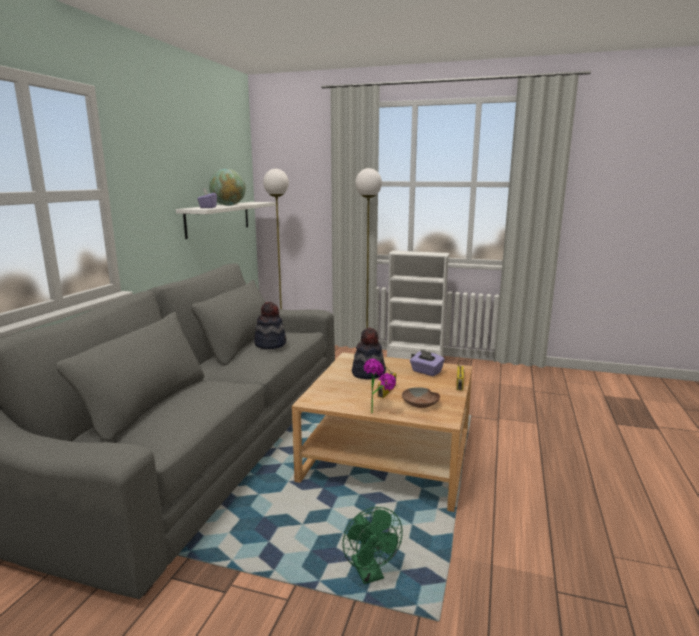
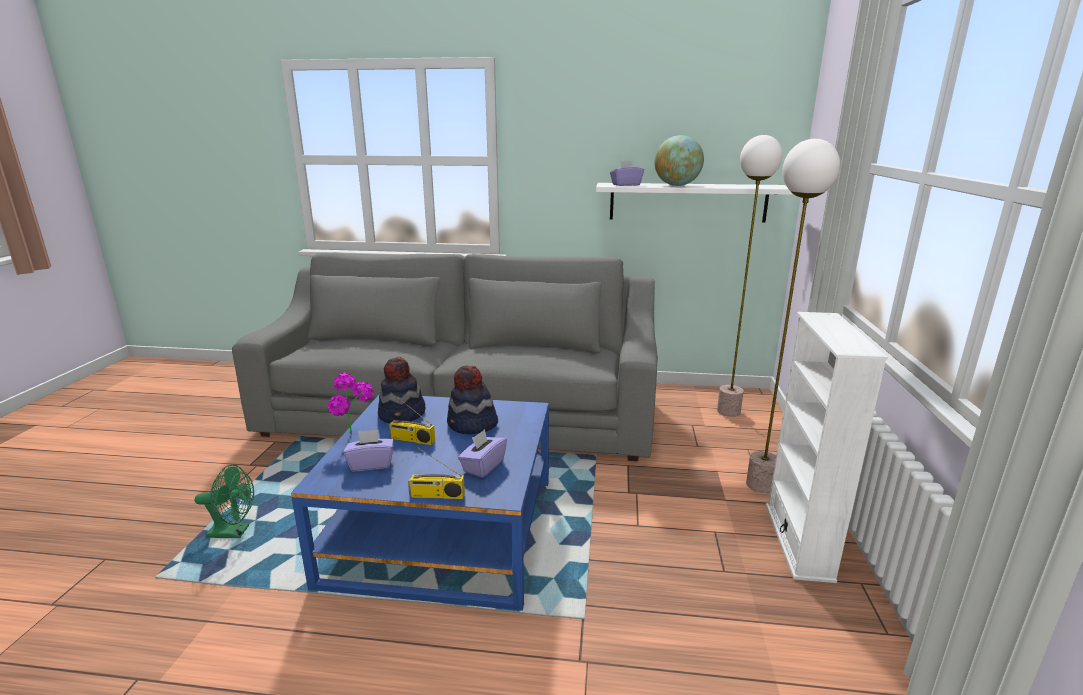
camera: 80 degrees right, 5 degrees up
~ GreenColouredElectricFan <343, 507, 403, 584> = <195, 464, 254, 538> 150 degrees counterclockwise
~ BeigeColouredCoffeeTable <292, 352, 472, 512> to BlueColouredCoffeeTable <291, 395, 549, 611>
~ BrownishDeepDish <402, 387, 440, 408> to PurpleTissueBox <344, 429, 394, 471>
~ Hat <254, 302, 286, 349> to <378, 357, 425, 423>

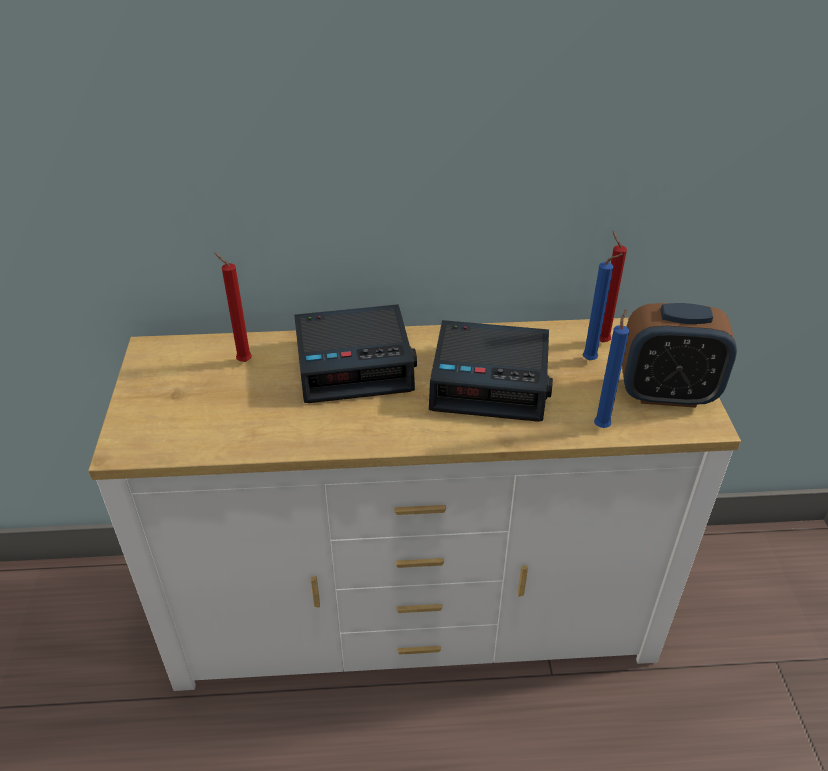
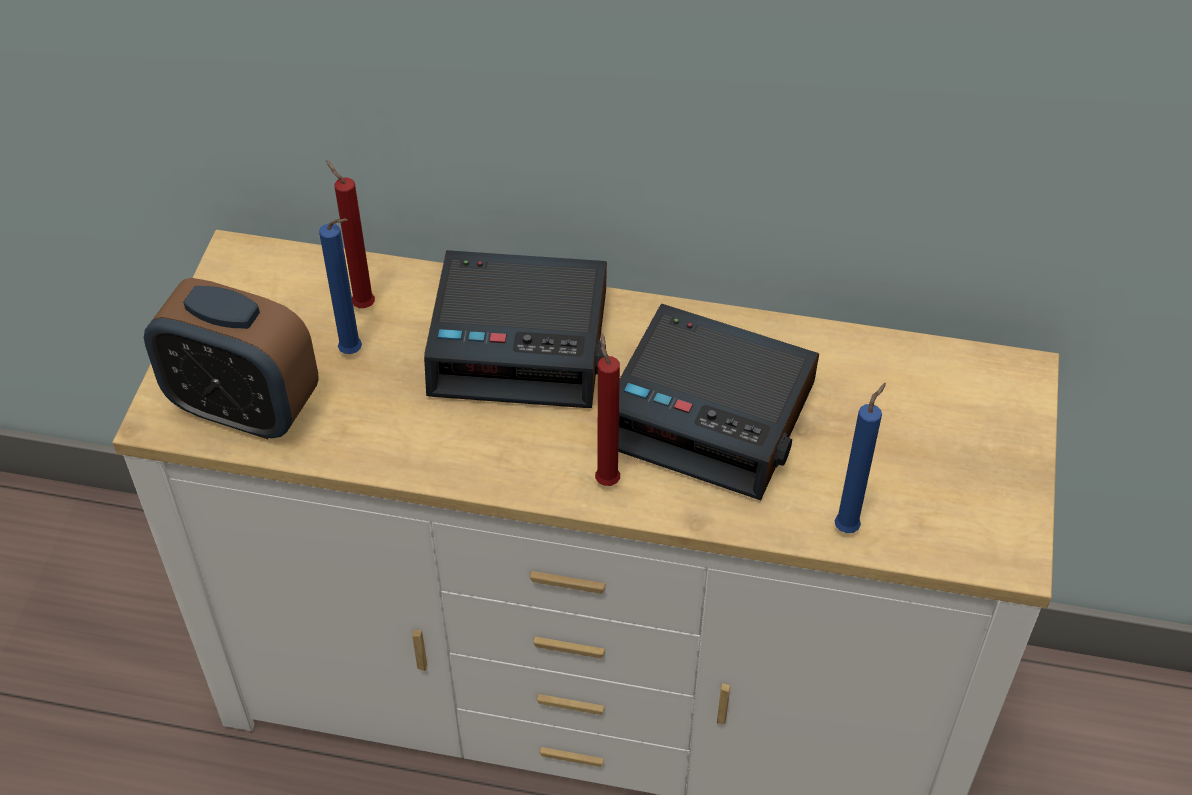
camera: 15 degrees right, 10 degrees up
~ BedsideClock <622, 303, 737, 408> to <144, 278, 319, 439>
~ BlueColouredWaxLight <582, 254, 623, 360> to <319, 218, 362, 354>
~ RedWaxLight <600, 231, 627, 343> to <595, 332, 620, 486>

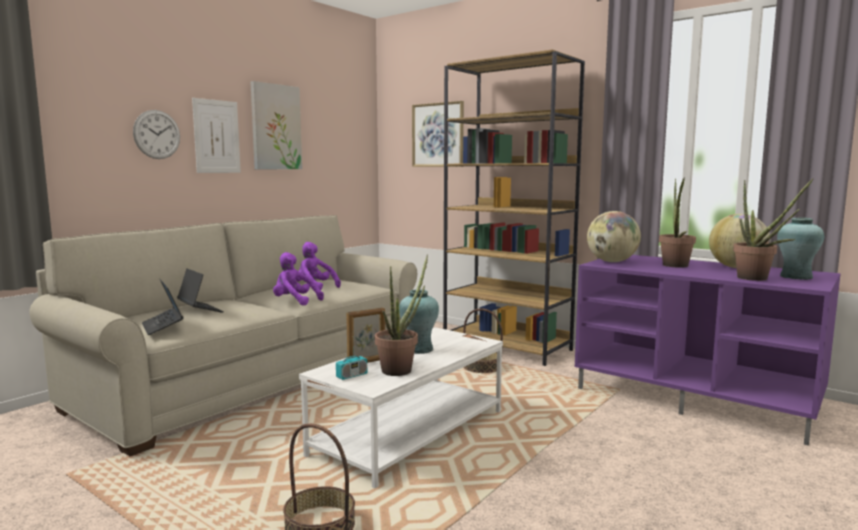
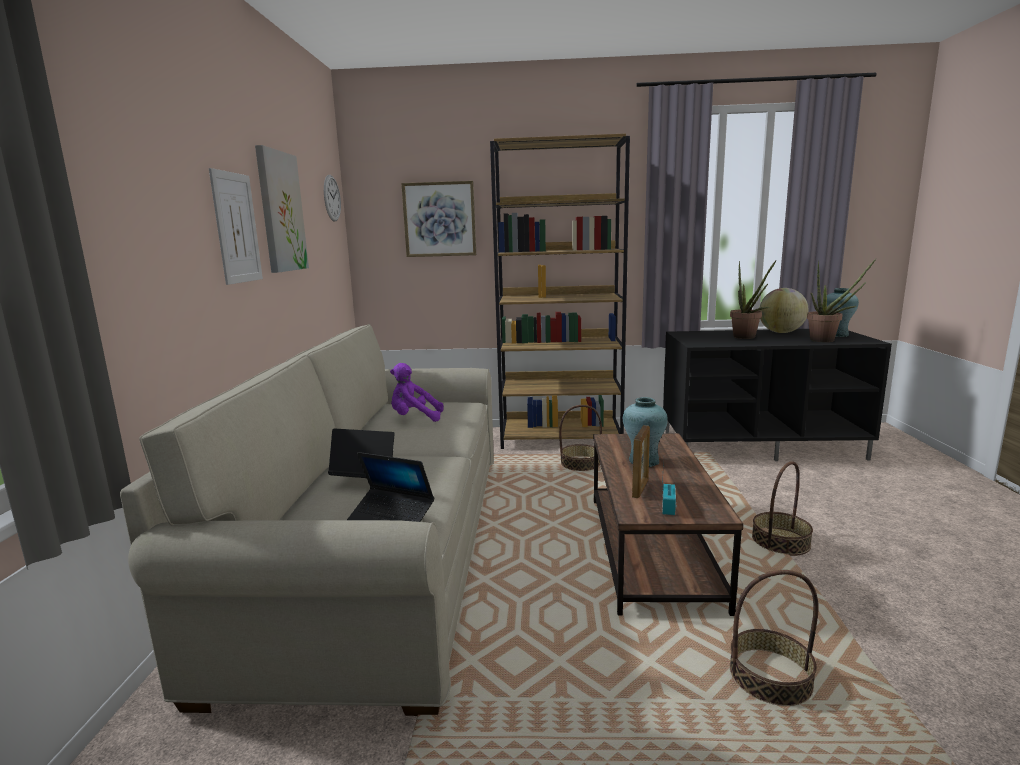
camera: 35 degrees left, 5 degrees up
~ ClockOnTheWall <133, 110, 180, 159> to <324, 175, 341, 222>
~ WhiteCoffeeTable <299, 327, 503, 489> to BrownishCoffeeTable <593, 433, 744, 616>
~ PurpleMediaConsole <575, 255, 841, 446> to BlackColouredMediaConsole <663, 329, 892, 461>
+ HouseholdBasket <752, 461, 813, 556>
- PurpleCuddlyToy <273, 252, 324, 305>
- PottedPlant <375, 255, 428, 376>
- Globe <587, 211, 641, 262>

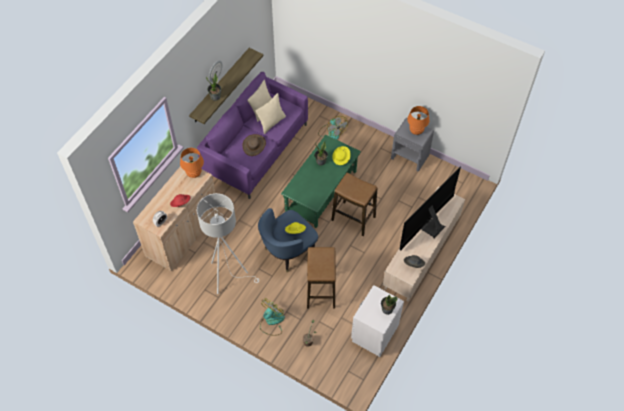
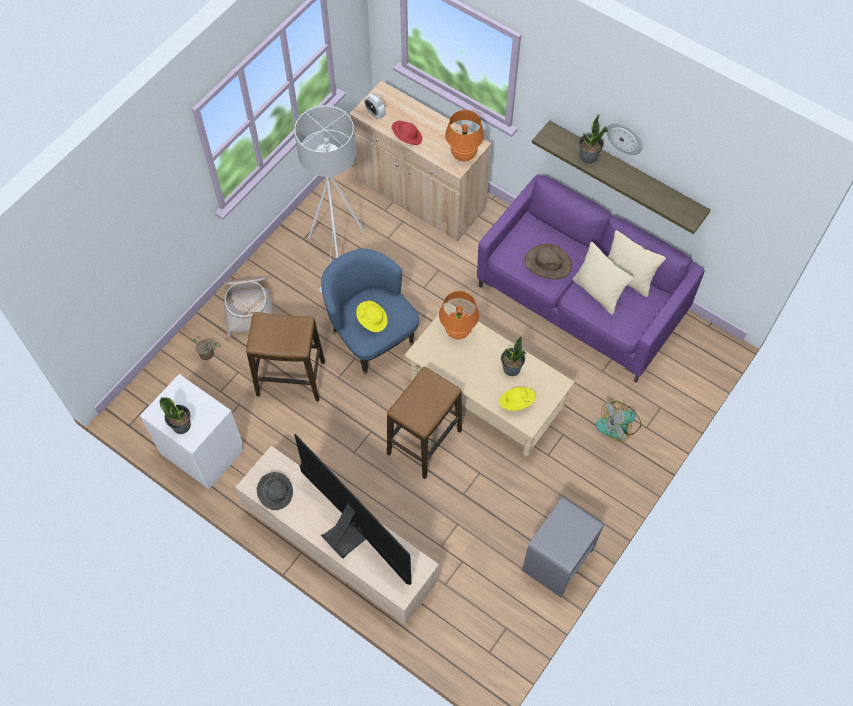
camera: 95 degrees right, 5 degrees up
~ ElectricFan <260, 298, 285, 336> to HouseholdBasket <223, 276, 273, 337>
~ GreenColouredCoffeeTable <281, 135, 361, 228> to BeigeColouredCoffeeTable <404, 303, 575, 457>
~ OrangeyTabletopLamp <407, 106, 429, 135> to <439, 291, 479, 339>

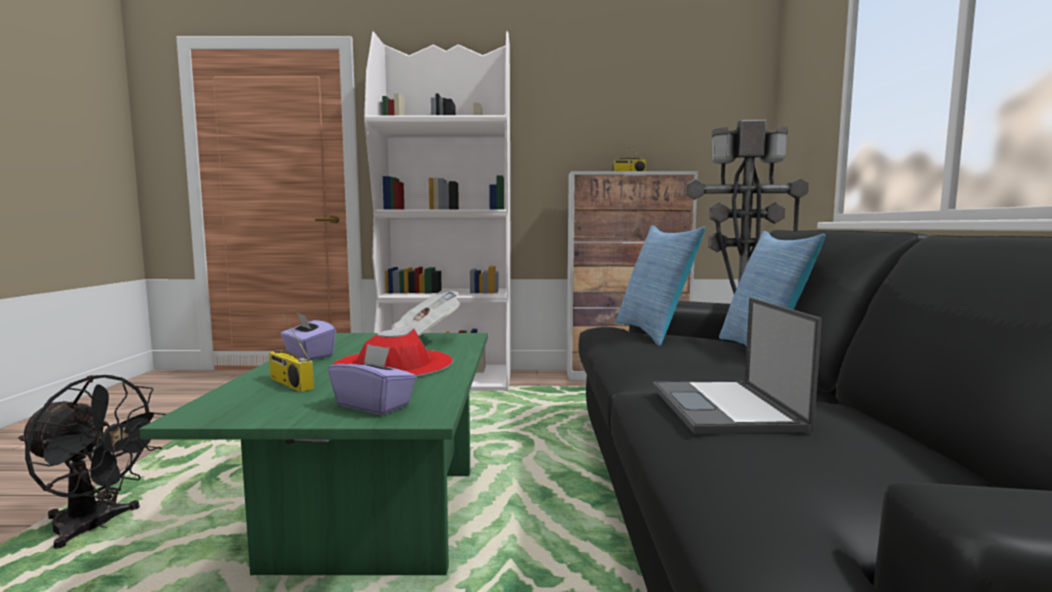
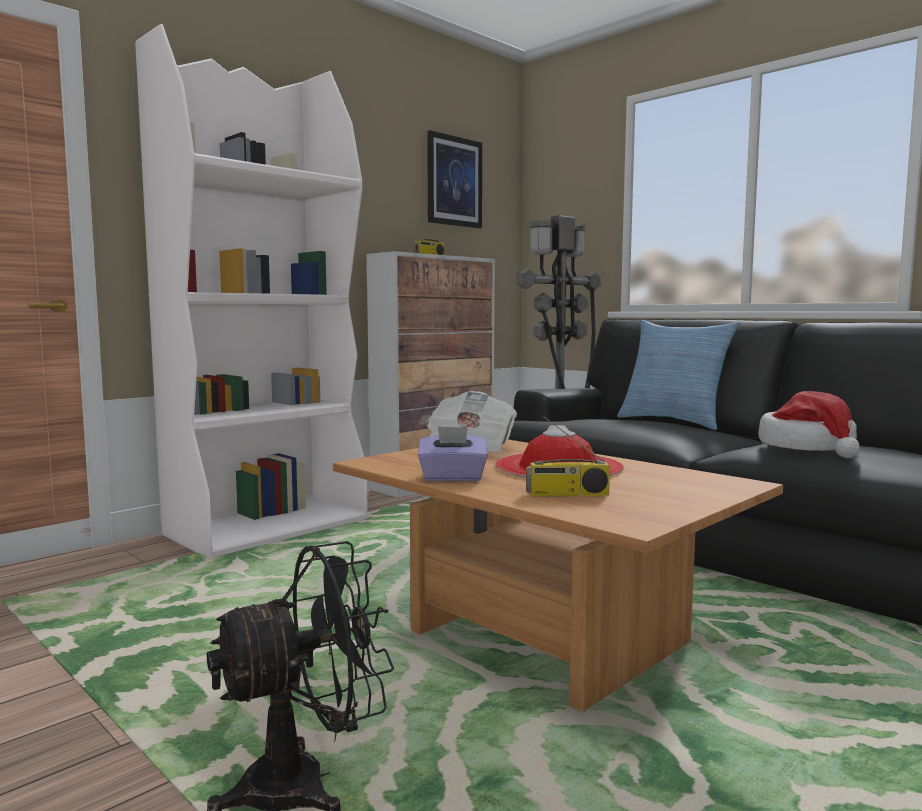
camera: 45 degrees left, 0 degrees up
~ GreenColouredCoffeeTable <139, 333, 488, 575> to BrownishCoffeeTable <333, 440, 783, 712>
+ WallArt <427, 130, 482, 228>
~ PortableComputer <653, 297, 822, 434> to Hat <759, 391, 860, 458>
- PurpleTissueBox <328, 344, 417, 415>
- Cushion <616, 225, 706, 346>

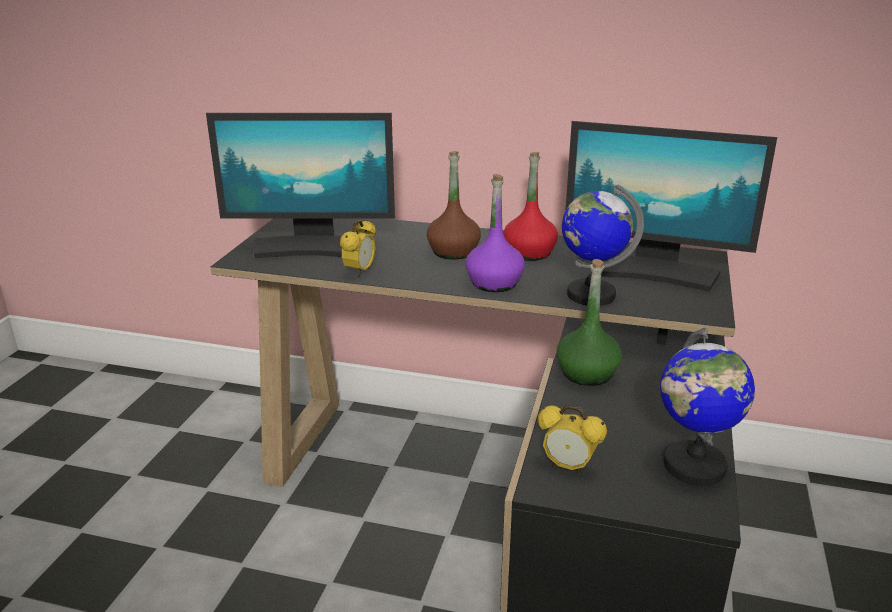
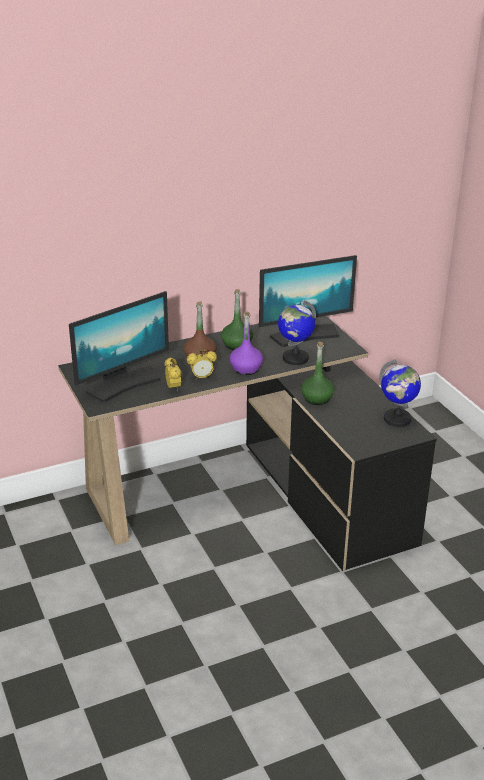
camera: 40 degrees left, 5 degrees up
~ BedsideClock <538, 404, 607, 475> to <187, 349, 217, 380>
~ RedBeverageBottle <503, 152, 558, 261> to GreenColouredBeverageBottle <221, 289, 253, 350>

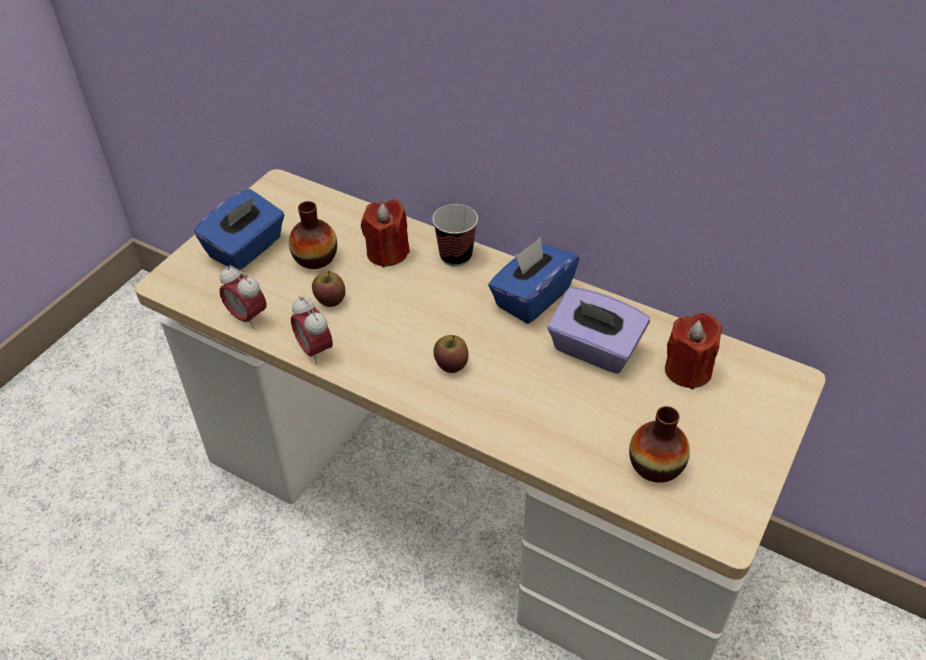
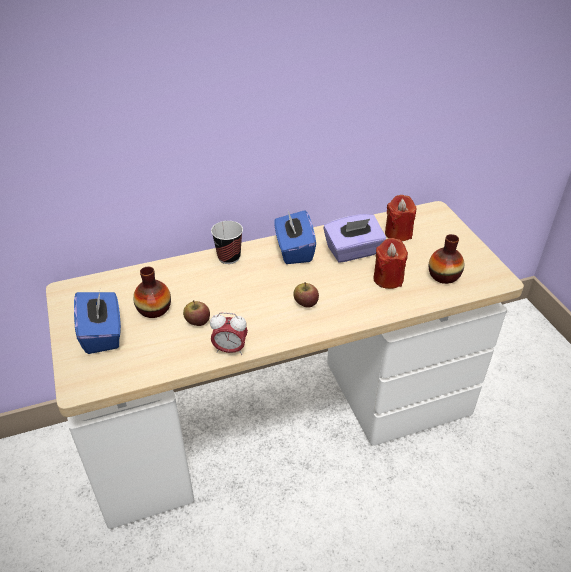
camera: 50 degrees left, 5 degrees down
~ RedWaxLight <361, 199, 410, 268> to <373, 238, 408, 289>
- BedsideClock <219, 265, 266, 329>

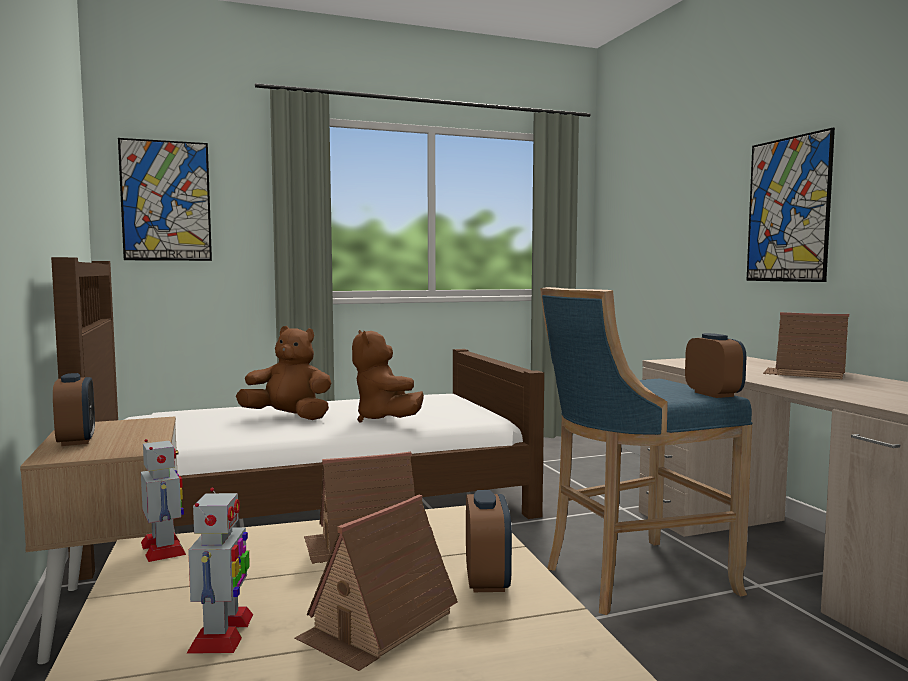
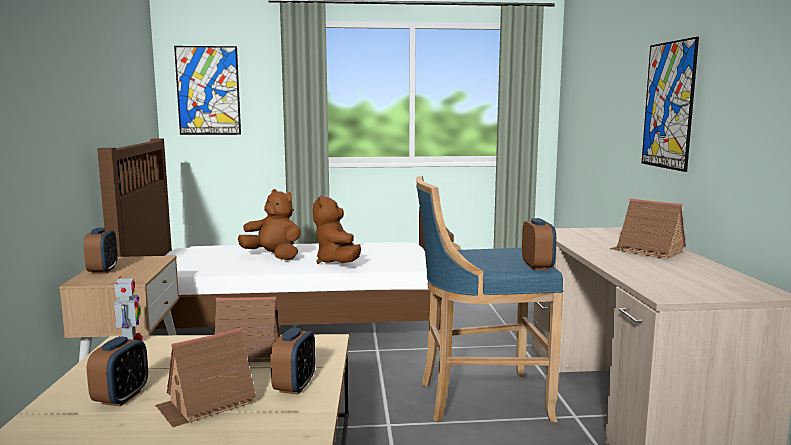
camera: 15 degrees right, 5 degrees up
~ ModelRobot <186, 488, 253, 654> to BedsideClock <87, 336, 148, 406>

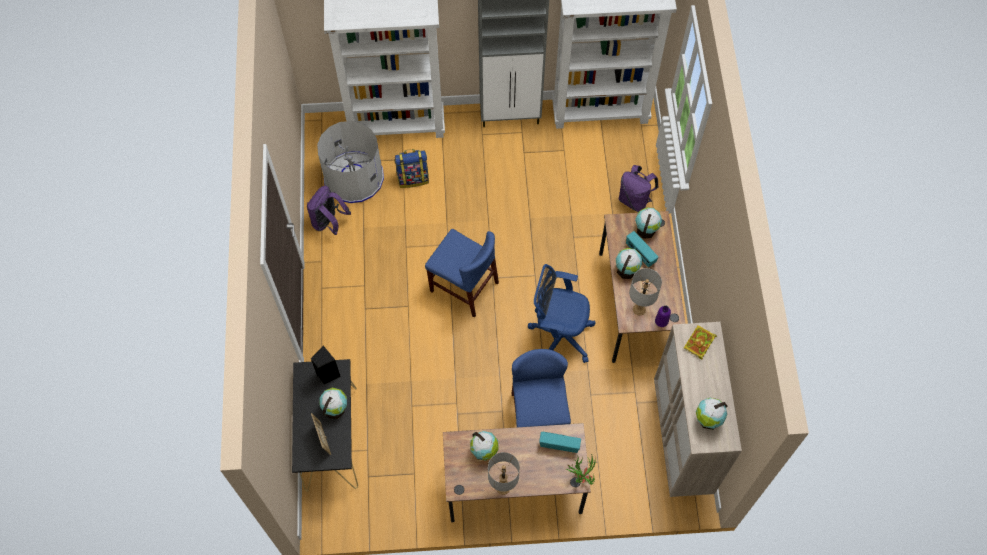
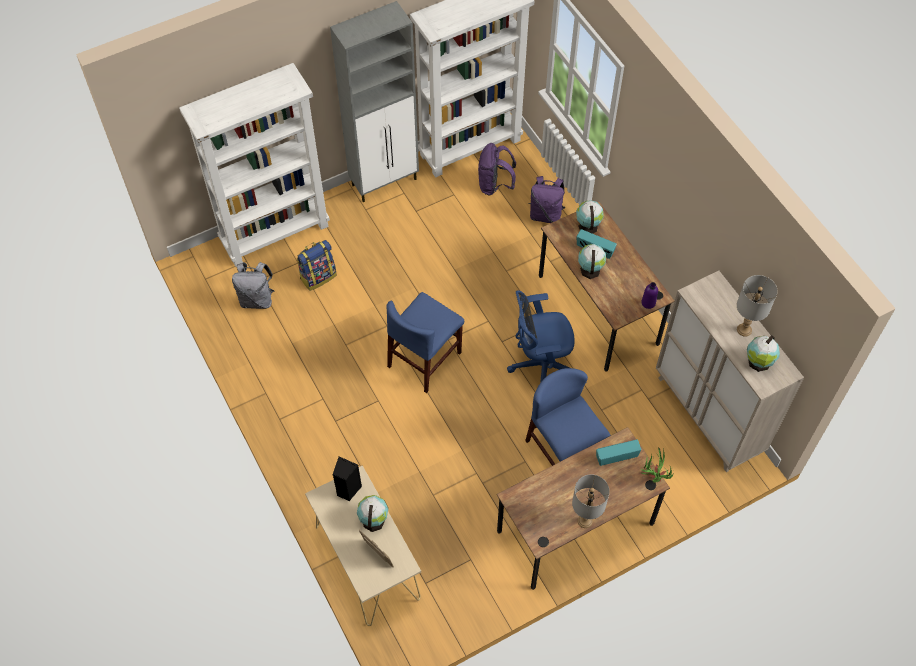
camera: 25 degrees left, 5 degrees down
~ GreyishTrashCan <317, 121, 384, 203> to GreyishRucksack <232, 262, 275, 309>
~ BlackColouredNarrowTable <292, 359, 358, 492> to BeigeColouredNarrowTable <305, 465, 421, 626>
~ BlueColouredChair <425, 229, 499, 318> = <386, 292, 464, 393> 120 degrees clockwise
~ PurpleRucksack <307, 186, 351, 235> to <478, 143, 516, 195>
~ GreyishTabletopLamp <629, 268, 662, 316> to <737, 275, 777, 337>
- Globe <470, 431, 499, 461>
- Book <683, 326, 717, 360>

